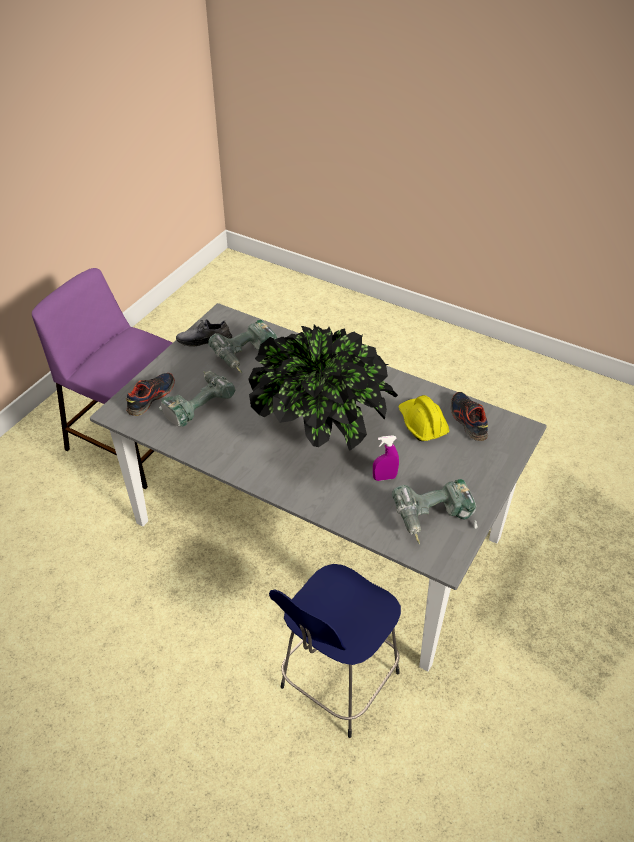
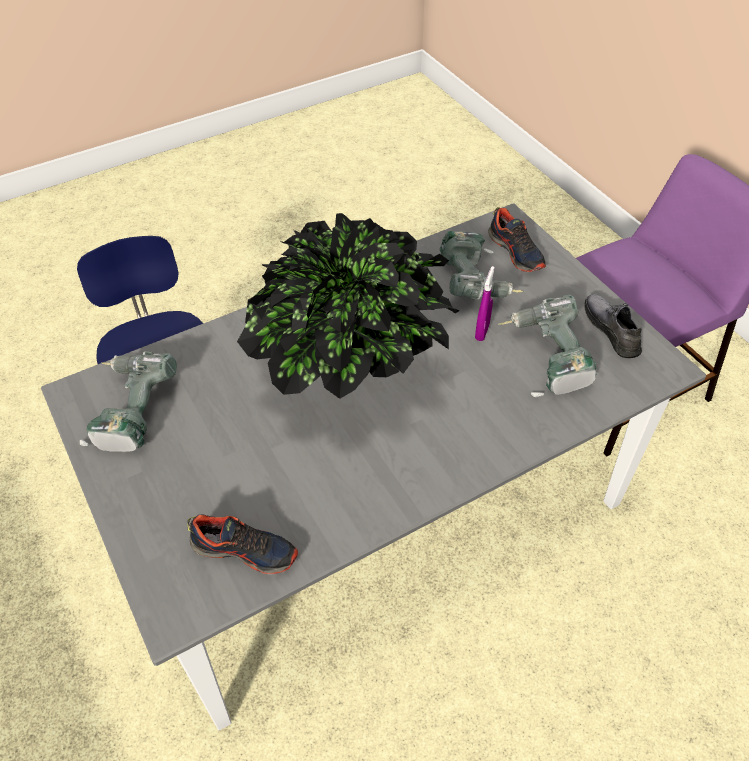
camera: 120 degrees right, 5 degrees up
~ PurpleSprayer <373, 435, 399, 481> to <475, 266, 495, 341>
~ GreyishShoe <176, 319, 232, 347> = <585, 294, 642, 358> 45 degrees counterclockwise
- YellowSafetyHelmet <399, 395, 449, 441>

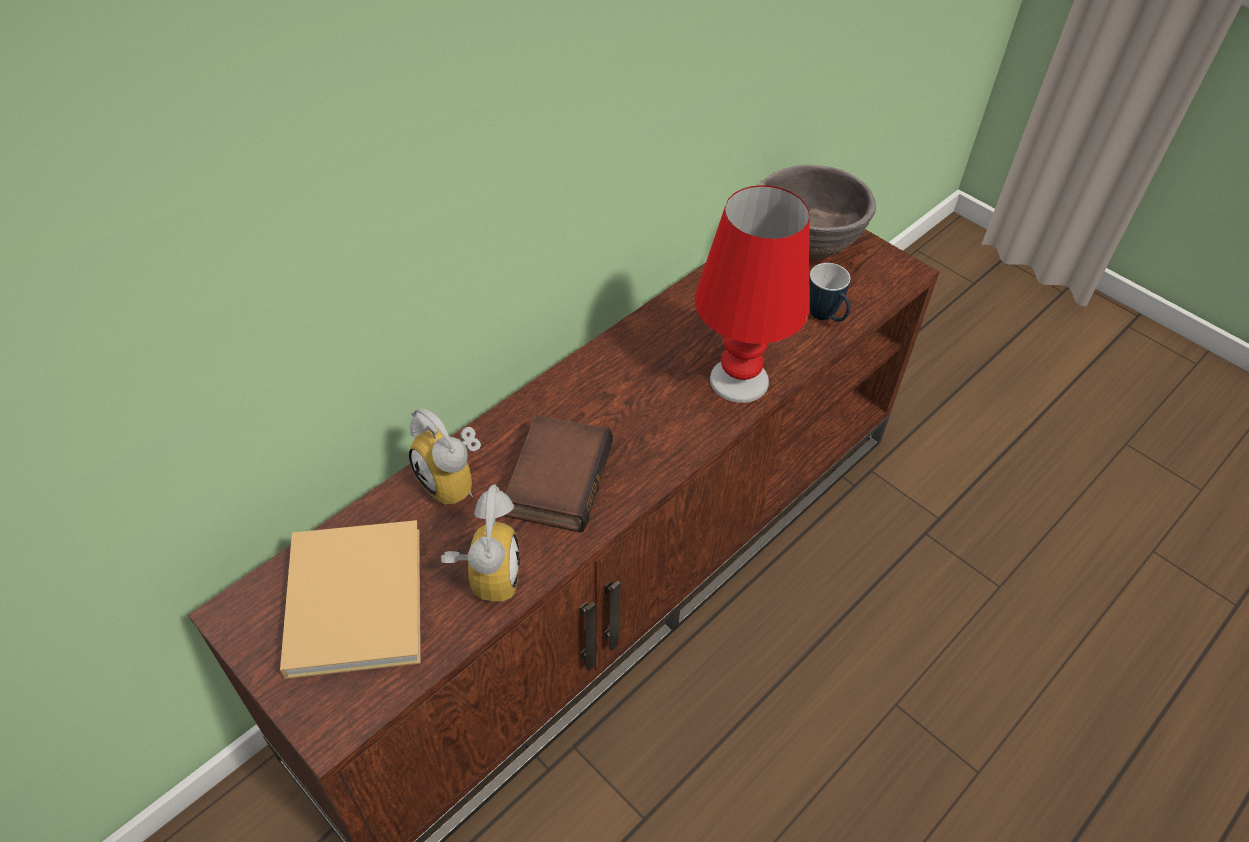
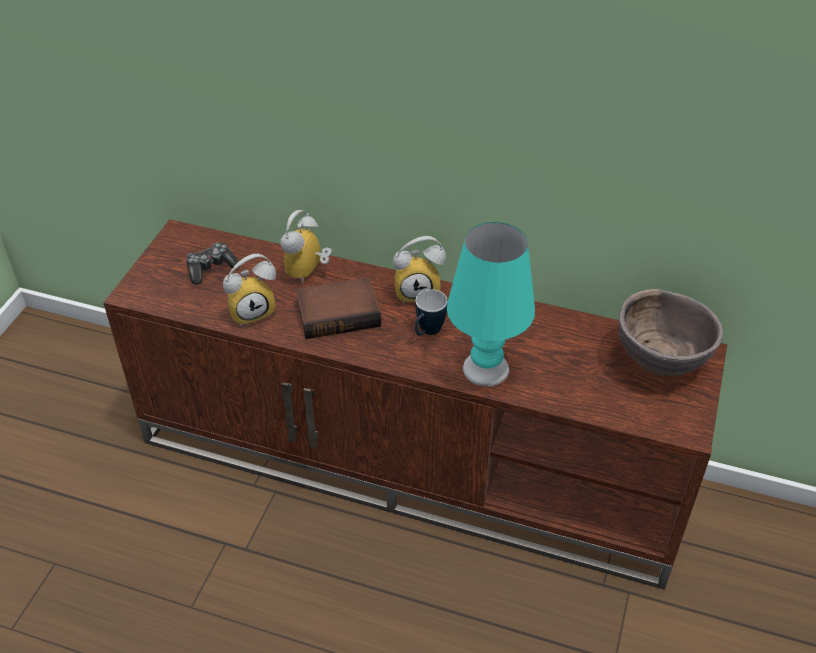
camera: 65 degrees right, 5 degrees down
~ BeigeColouredBook <280, 520, 421, 679> to Gamepad <186, 243, 239, 285>
+ BedsideClock <393, 236, 446, 304>
~ Mug <810, 263, 850, 322> to <415, 289, 448, 335>
~ RedTabletopLamp <695, 185, 810, 403> to BlueGreenTabletopLamp <447, 222, 535, 387>

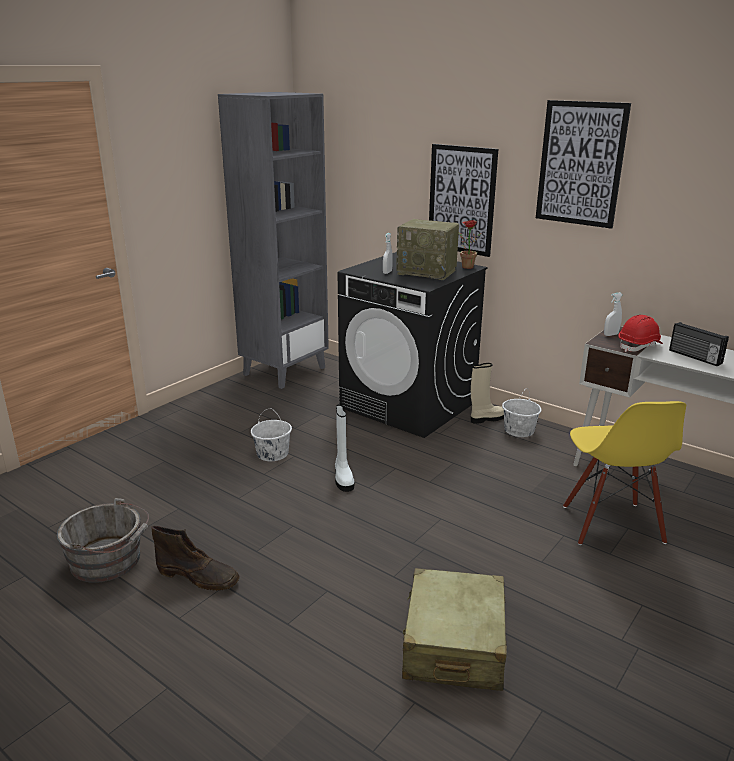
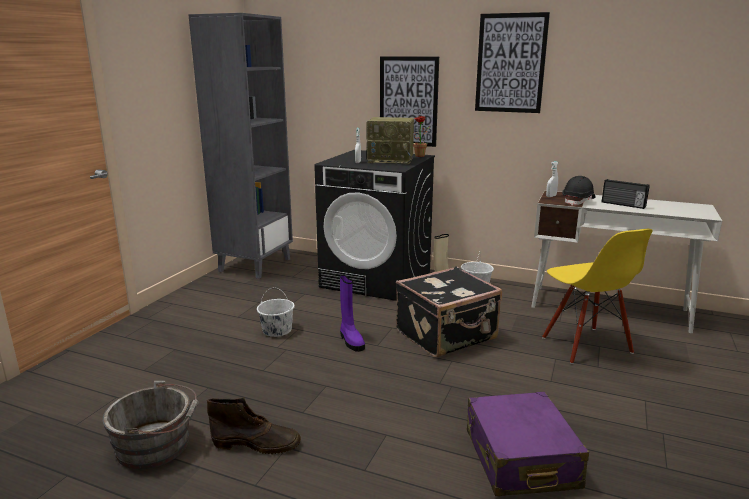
camera: 15 degrees left, 5 degrees down
~ WhiteHighTopBoot <335, 404, 354, 492> to PurpleHighTopBoot <340, 274, 365, 352>
+ BlackColouredPieceOfLuggage <396, 266, 502, 357>
~ BeigeColouredPieceOfLuggage <402, 568, 507, 691> to PurplePieceOfLuggage <467, 392, 589, 496>
~ RedSafetyHelmet <618, 315, 663, 352> to BlackColouredSafetyHelmet <562, 176, 595, 206>

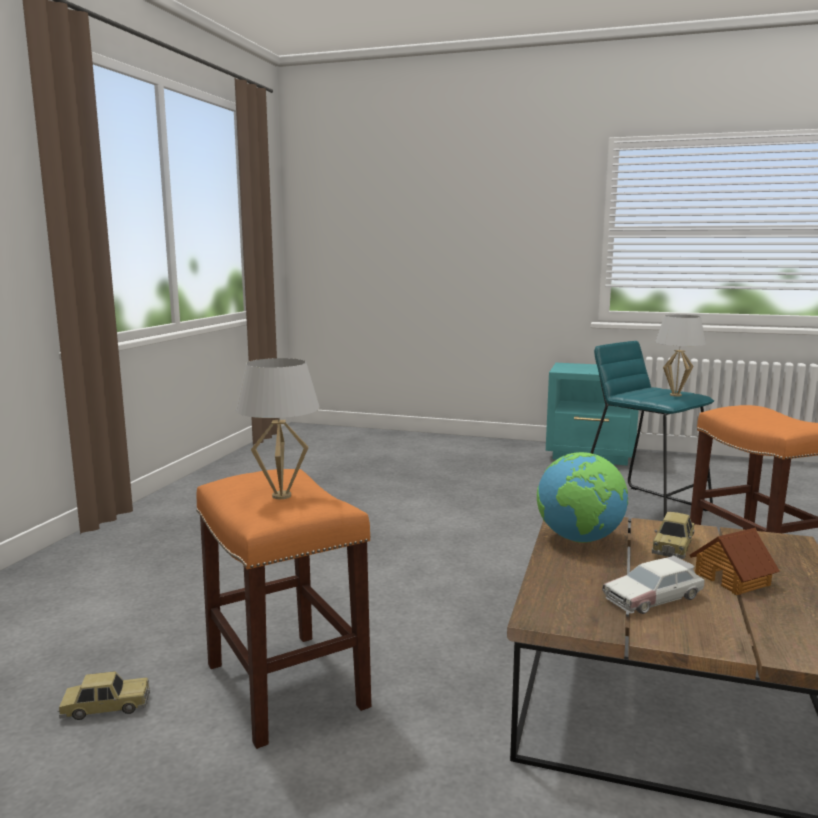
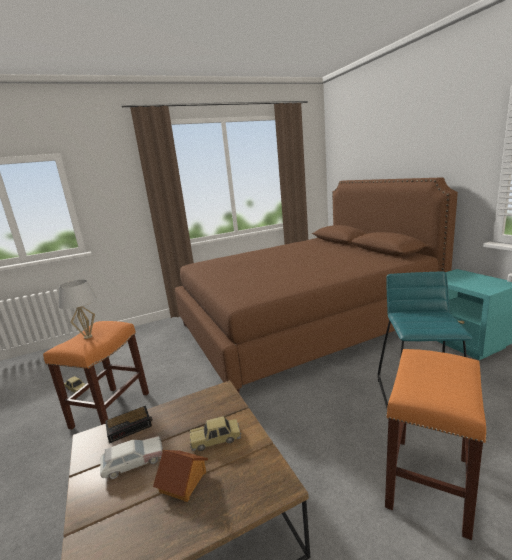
camera: 50 degrees right, 5 degrees up
~ ToyCar <602, 556, 705, 614> = <100, 436, 163, 479> 135 degrees clockwise
+ BedsideClock <105, 406, 152, 443>
+ BrownishBedroomBed <175, 178, 458, 393>
- Globe <537, 452, 628, 543>
- WhiteTabletopLamp <655, 315, 706, 397>

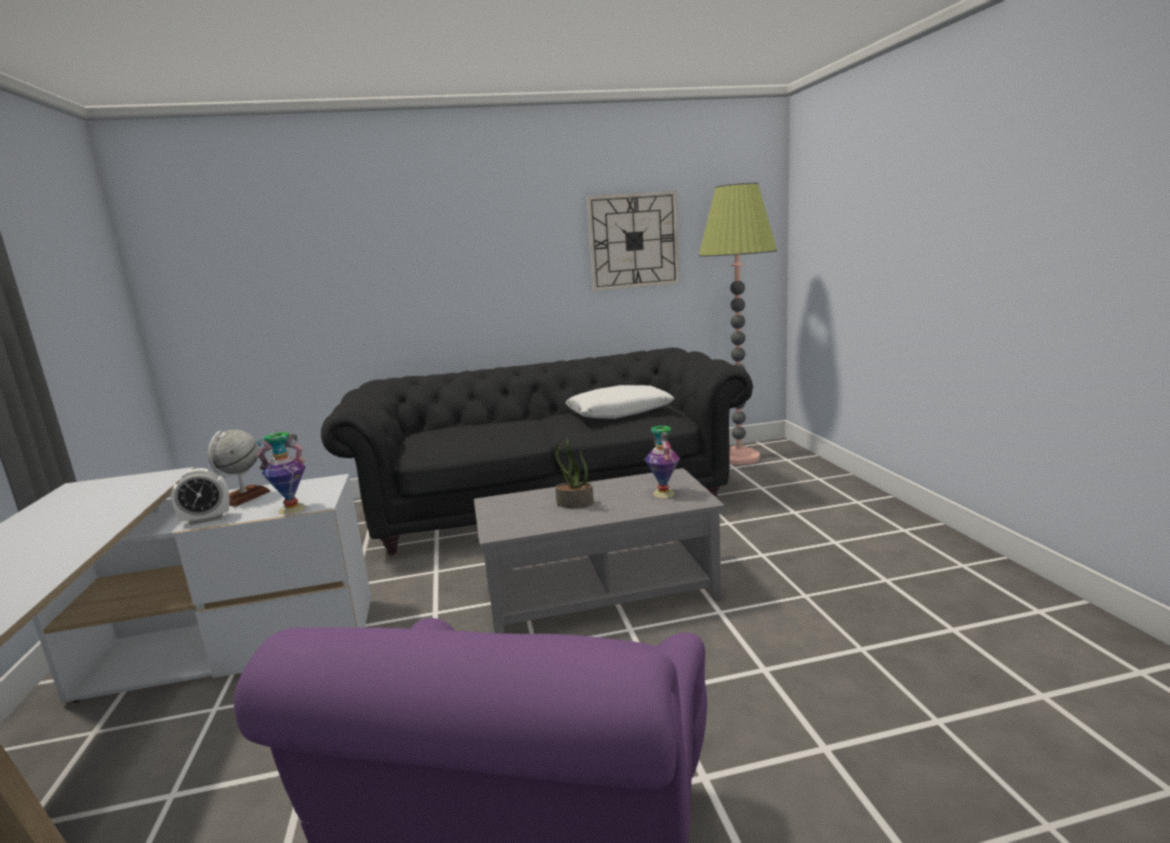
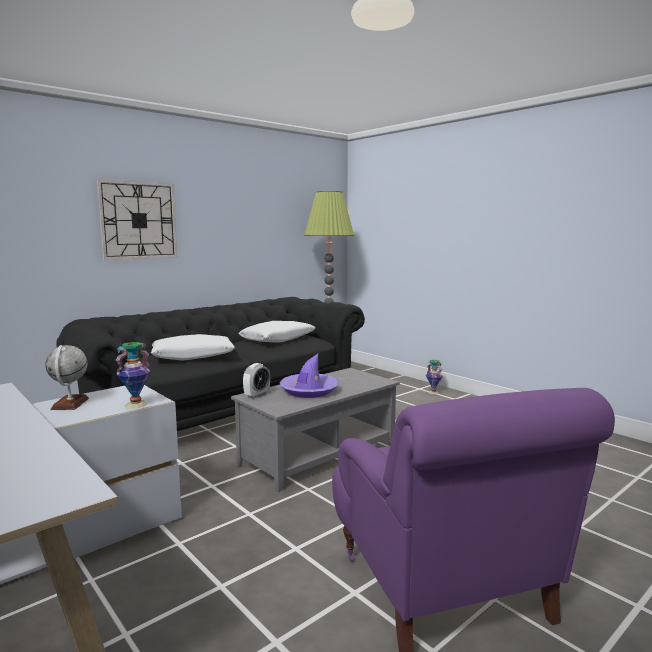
camera: 30 degrees left, 5 degrees down
~ ClockOnTheWall <587, 191, 679, 291> to <97, 180, 177, 260>
+ WhiteCushion <151, 334, 235, 361>
~ BedsideClock <171, 468, 230, 525> to <243, 363, 270, 398>
~ PottedPlant <555, 438, 594, 508> to PurpleHat <279, 354, 339, 398>
~ Vase <644, 426, 680, 498> to <426, 360, 443, 394>

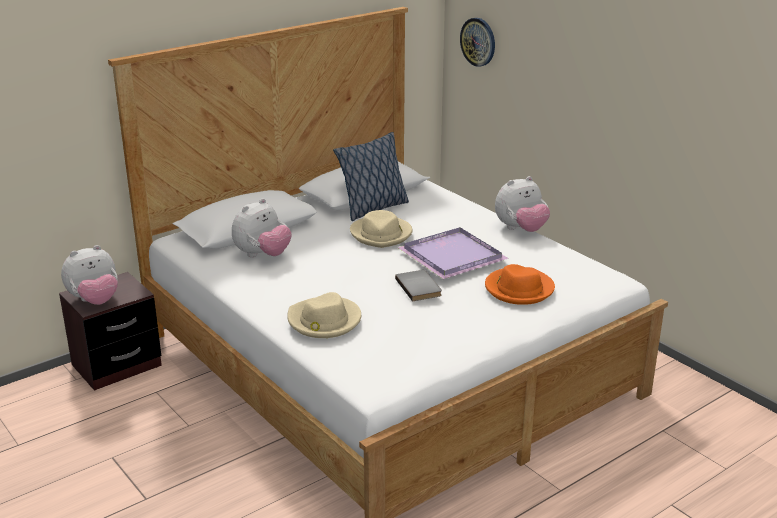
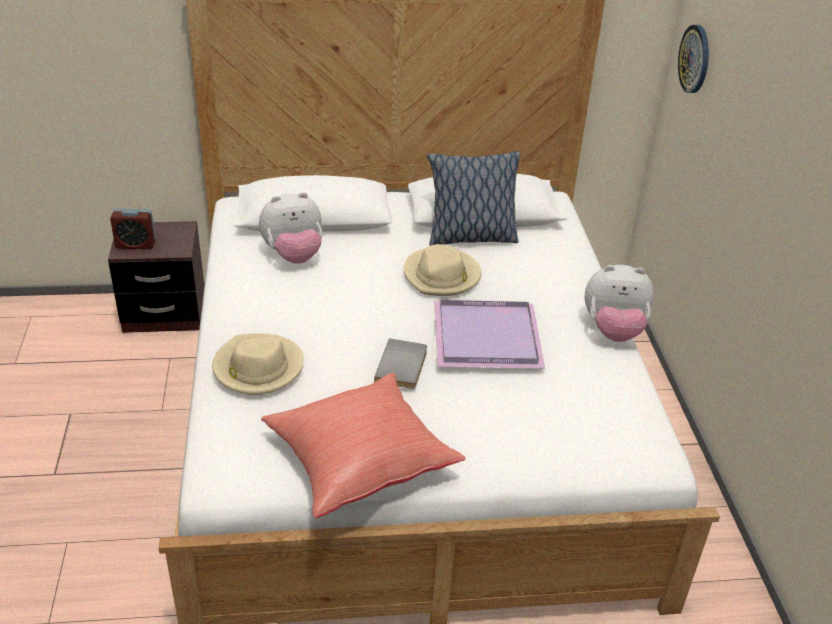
camera: 30 degrees right, 10 degrees up
~ CuddlyToy <61, 245, 118, 305> to BedsideClock <110, 208, 156, 249>
+ RedCushion <261, 373, 465, 518>
- OrangeyHat <485, 264, 555, 305>

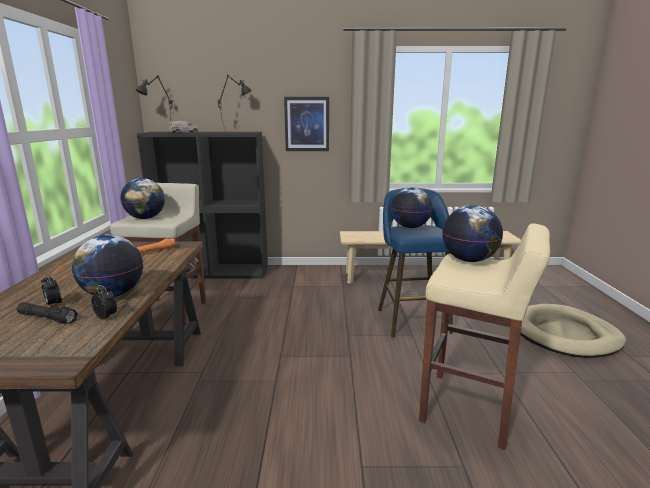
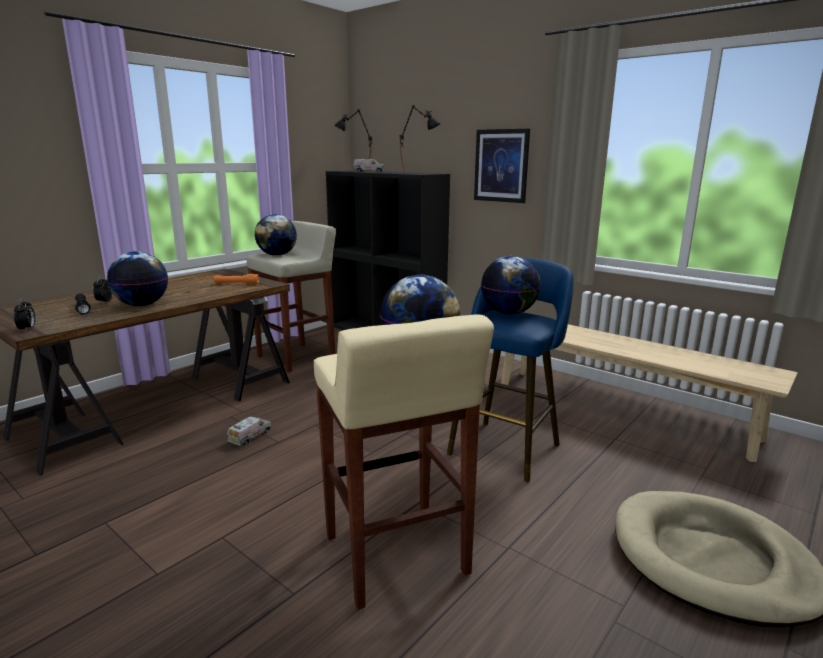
camera: 40 degrees right, 0 degrees up
~ BedsideClock <91, 285, 117, 319> to <14, 298, 35, 330>
+ ToyTruck <227, 417, 271, 446>

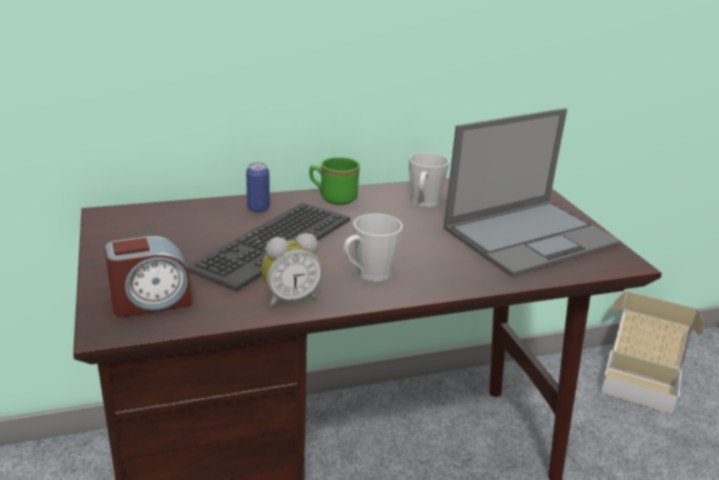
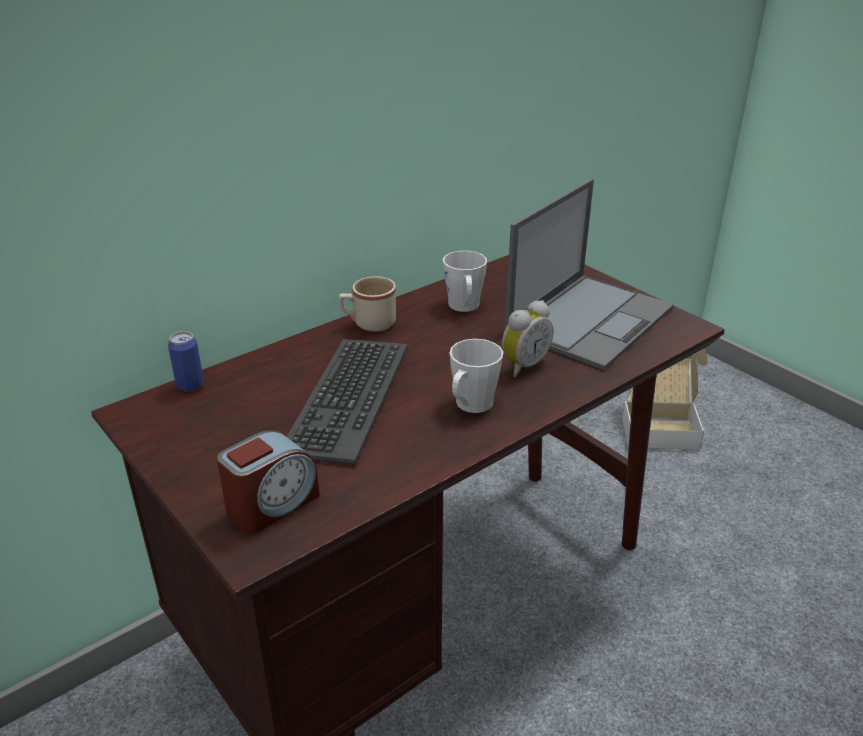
camera: 20 degrees left, 5 degrees up
~ MetalCan <246, 162, 270, 213> to <168, 331, 204, 392>
~ GreenColouredMug <309, 157, 360, 205> to BeigeColouredMug <339, 276, 396, 332>
~ BedsideClock <261, 233, 323, 308> to <502, 300, 553, 377>

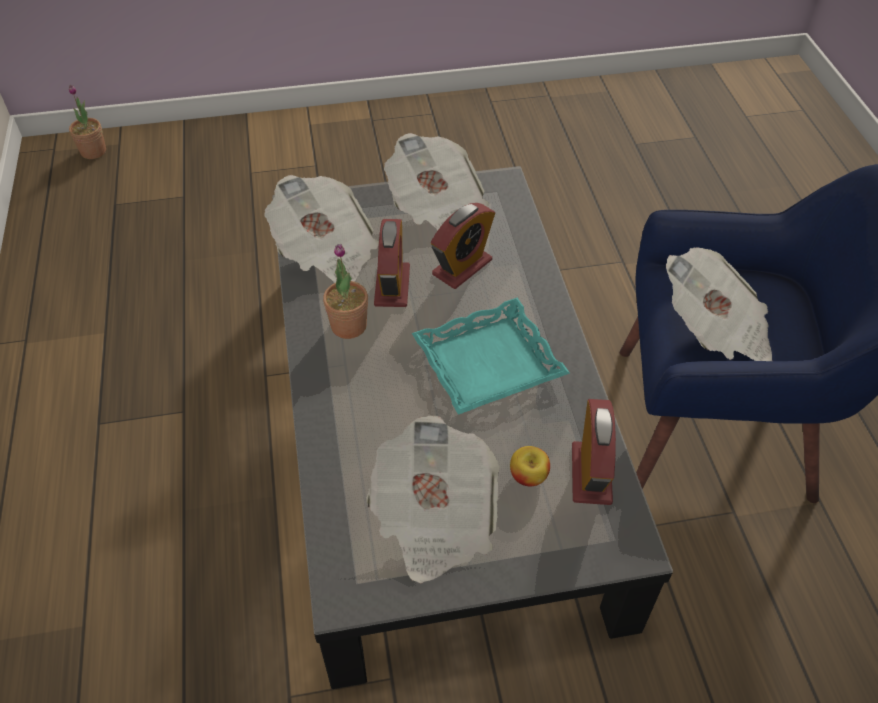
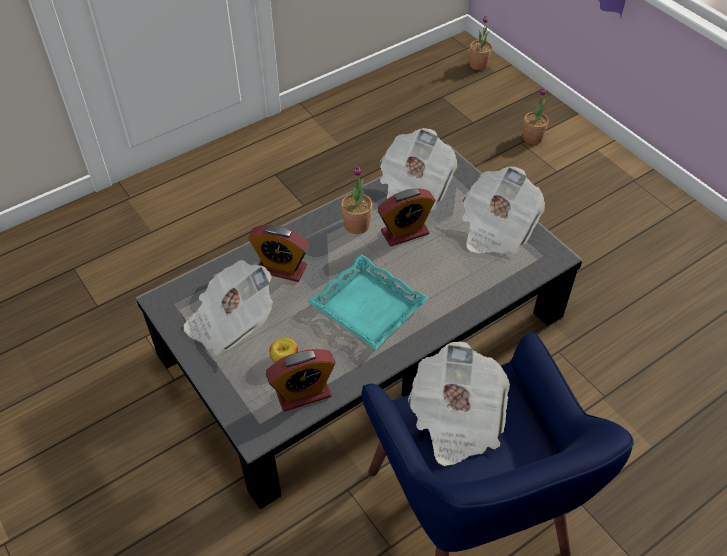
camera: 65 degrees right, 0 degrees up
~ BedsideClock <431, 203, 495, 289> to <248, 225, 309, 282>
+ PottedPlant <523, 88, 549, 144>

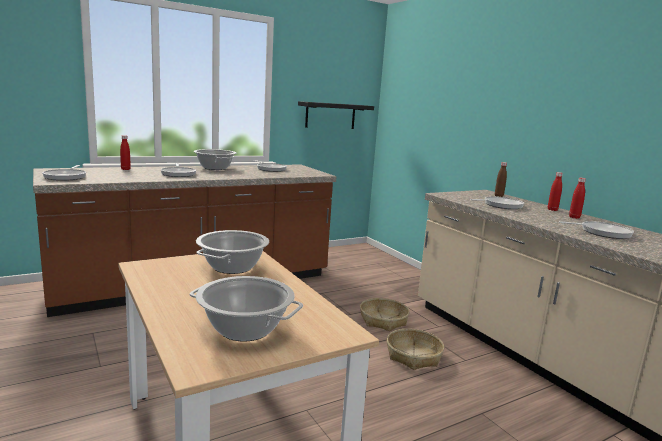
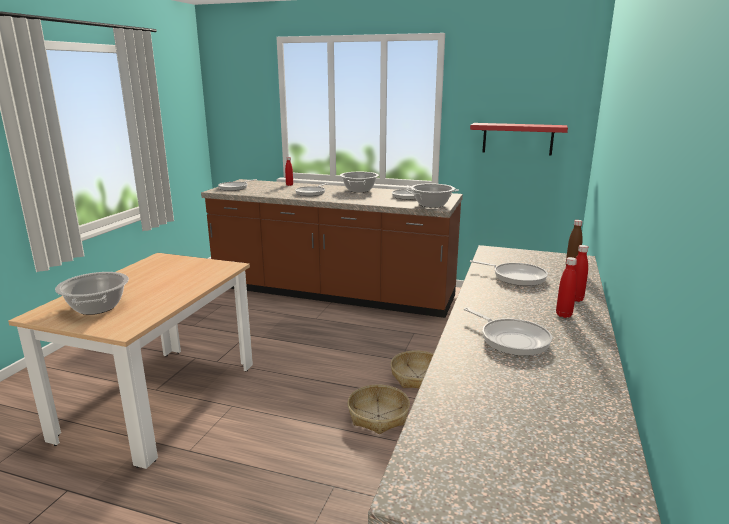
camera: 50 degrees right, 5 degrees up
~ Saucepot <196, 230, 269, 274> to <406, 183, 459, 208>
~ BlackColouredShelf <298, 101, 374, 129> to RedShelf <470, 123, 568, 155>

